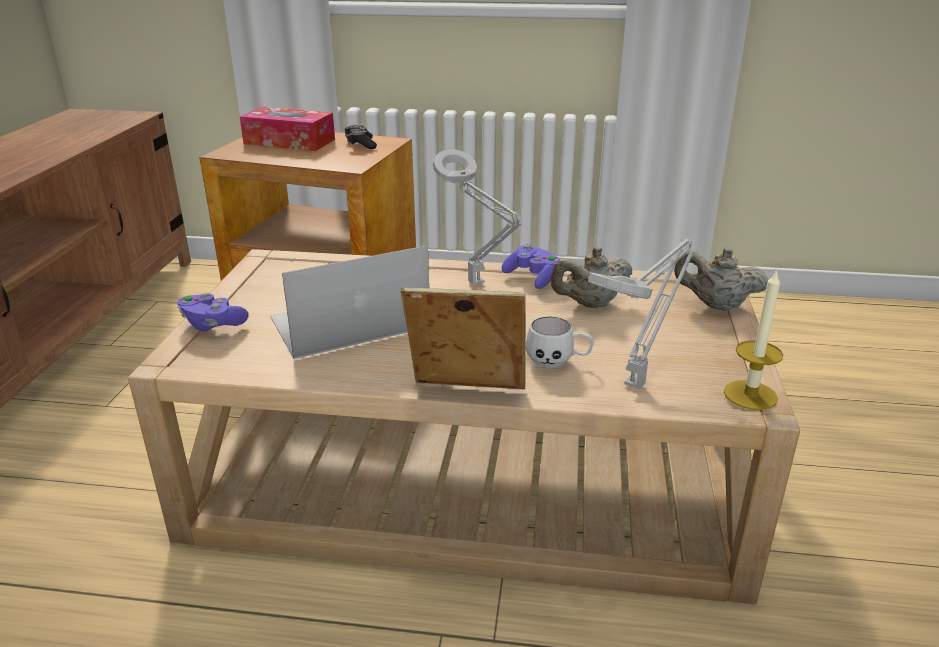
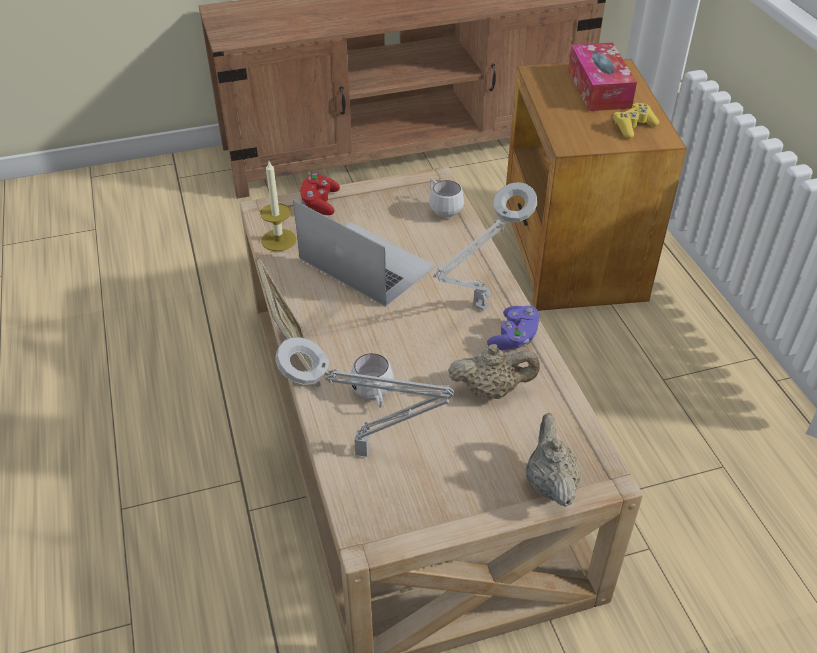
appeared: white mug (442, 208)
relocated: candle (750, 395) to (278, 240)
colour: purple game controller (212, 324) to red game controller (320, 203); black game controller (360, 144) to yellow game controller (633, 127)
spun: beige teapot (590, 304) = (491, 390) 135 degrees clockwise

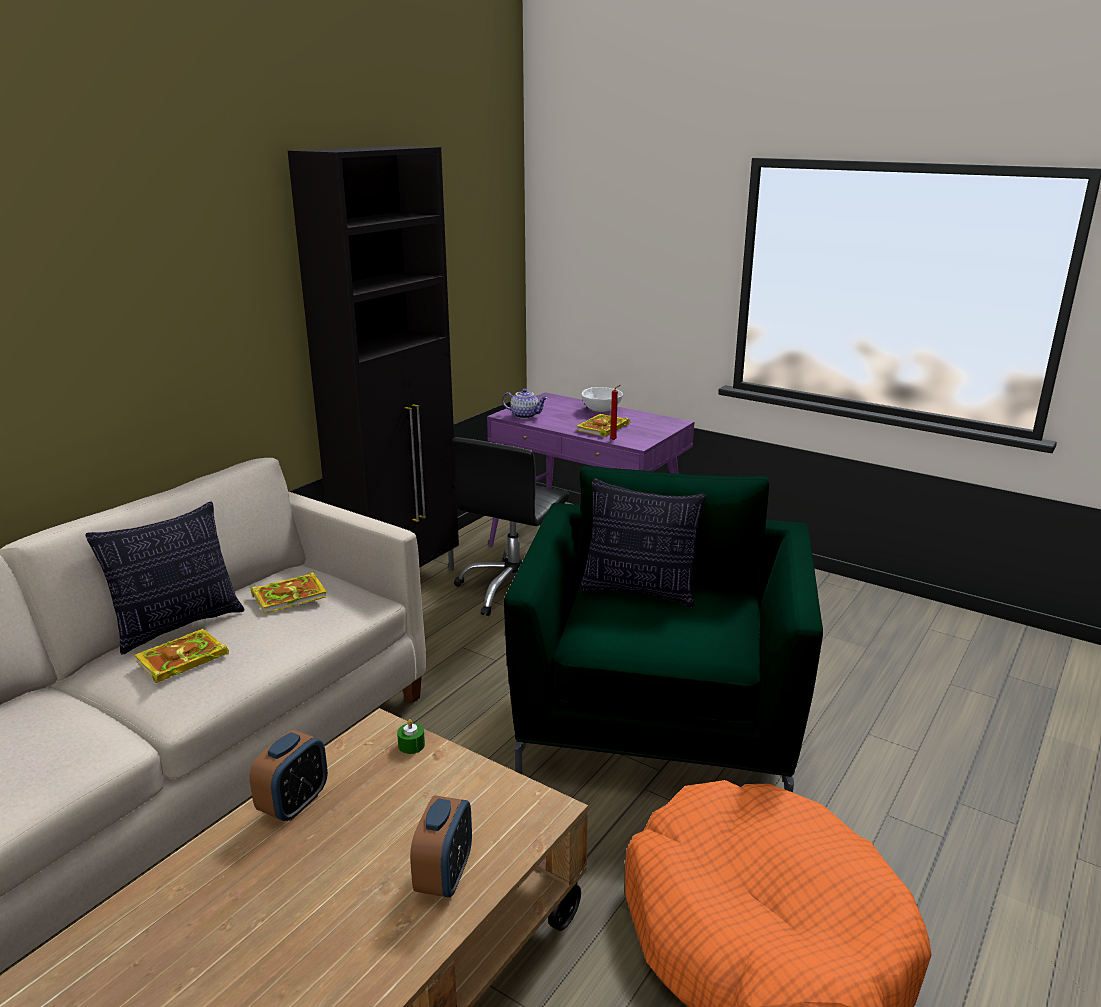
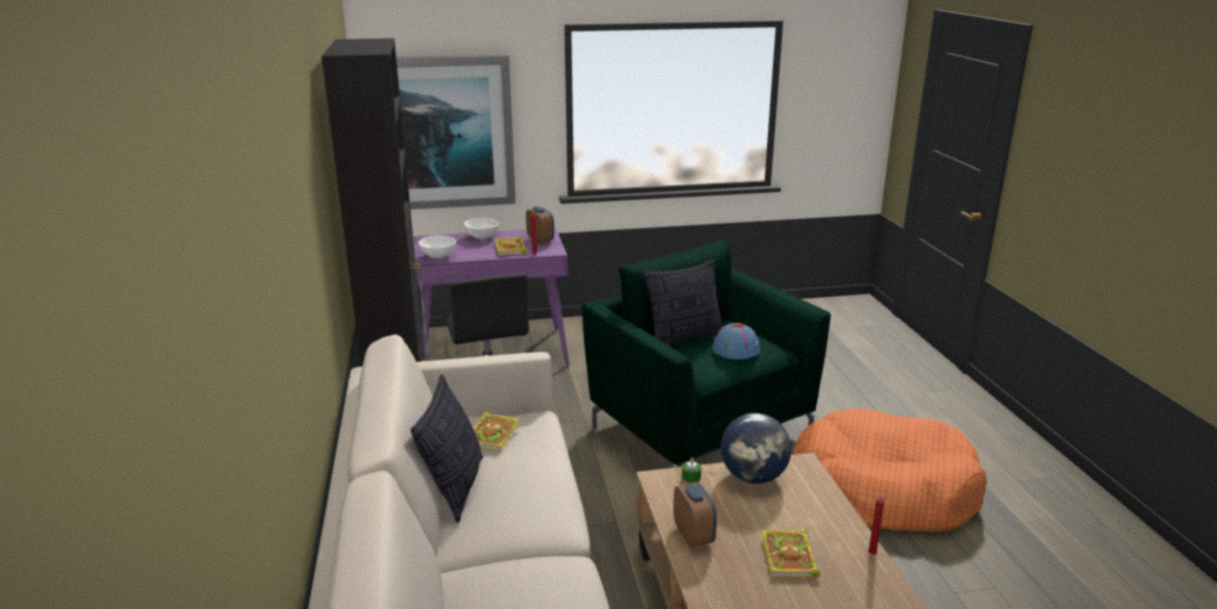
appeared: picture (447, 132); blue hat (735, 350); globe (754, 477); red candle (873, 555)
relocated: alarm clock (444, 876) to (540, 240); book (180, 660) to (790, 558)
exchanged: teapot (525, 415) to white bowl (438, 256)

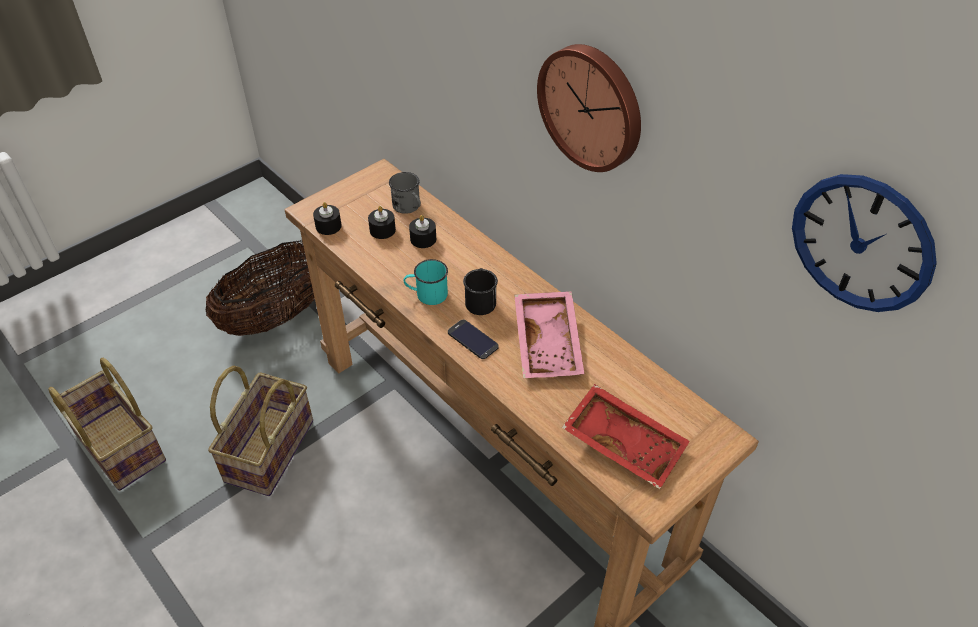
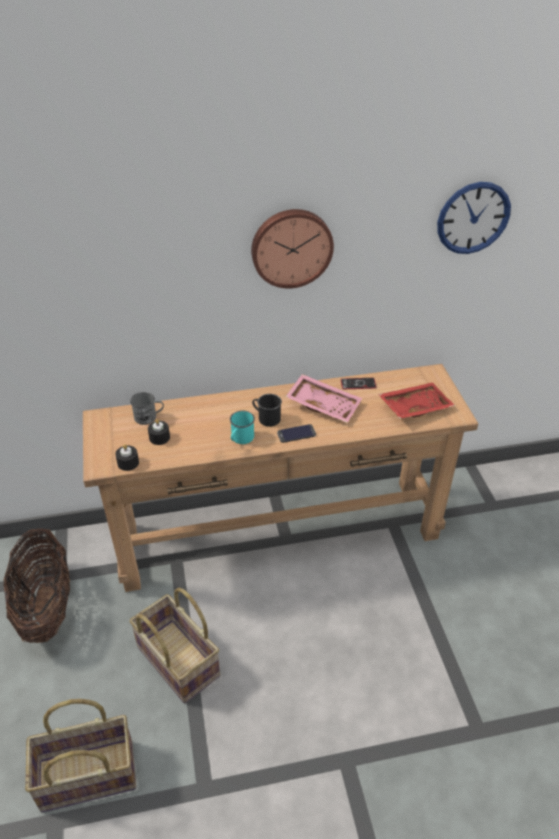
missing: black candle (423, 239)
appeared: phone (358, 384)

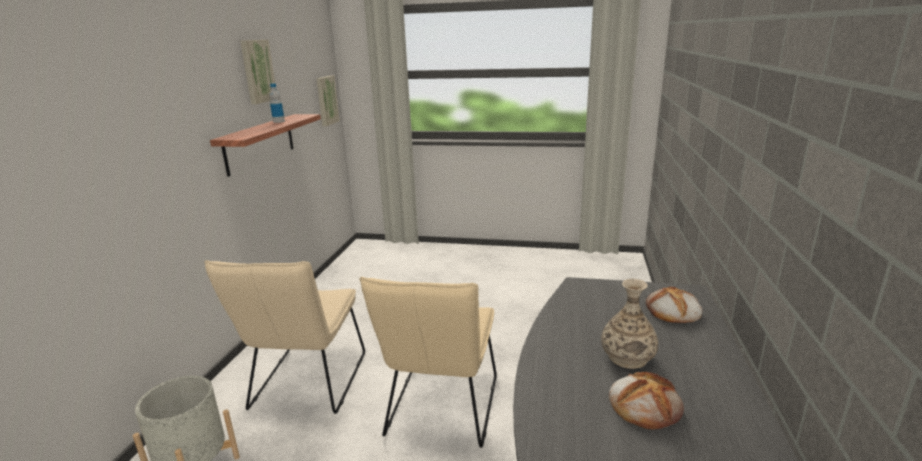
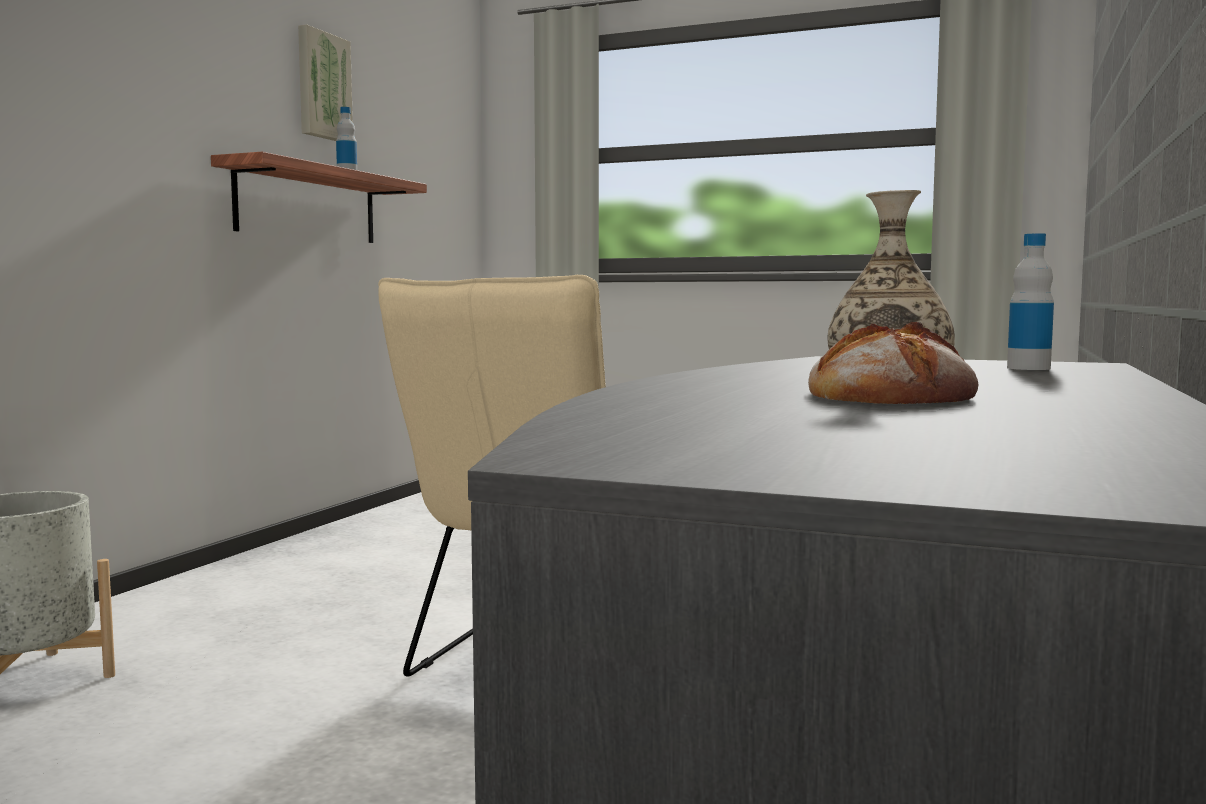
missing: beige chair (306, 386); picture (326, 100)
exchanged: bread (672, 311) to bottle (1028, 368)

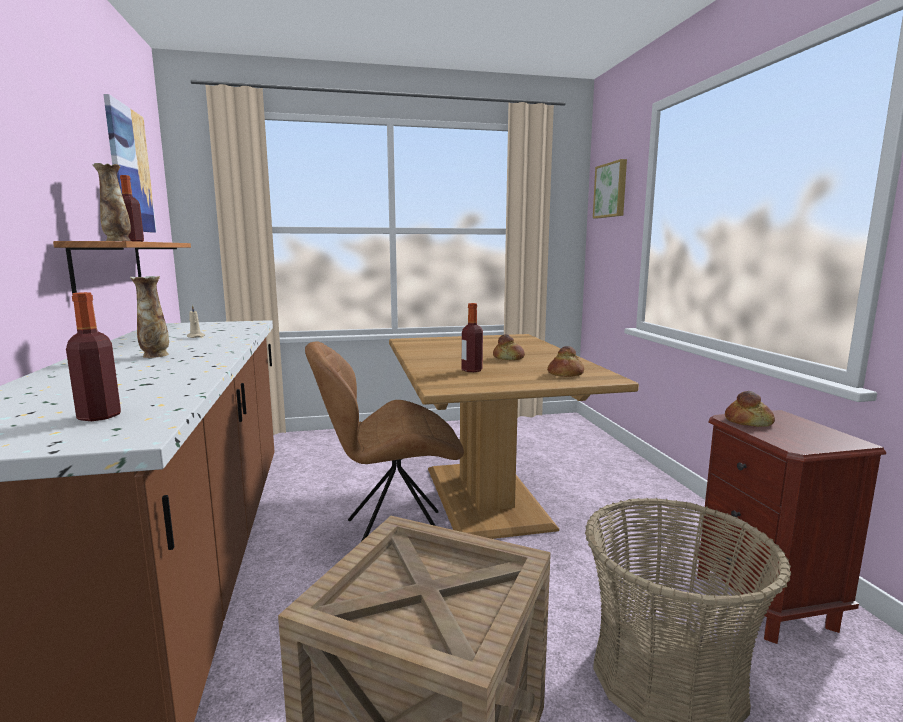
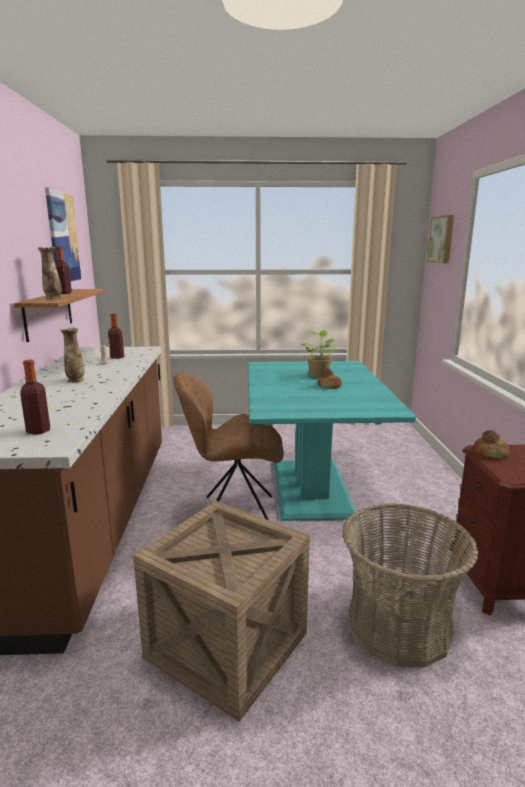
missing: bread (566, 374)
appeared: potted plant (319, 375)
relocated: bottle (472, 370) to (117, 357)
colour: brown dining table (487, 496) to turquoise dining table (312, 488)

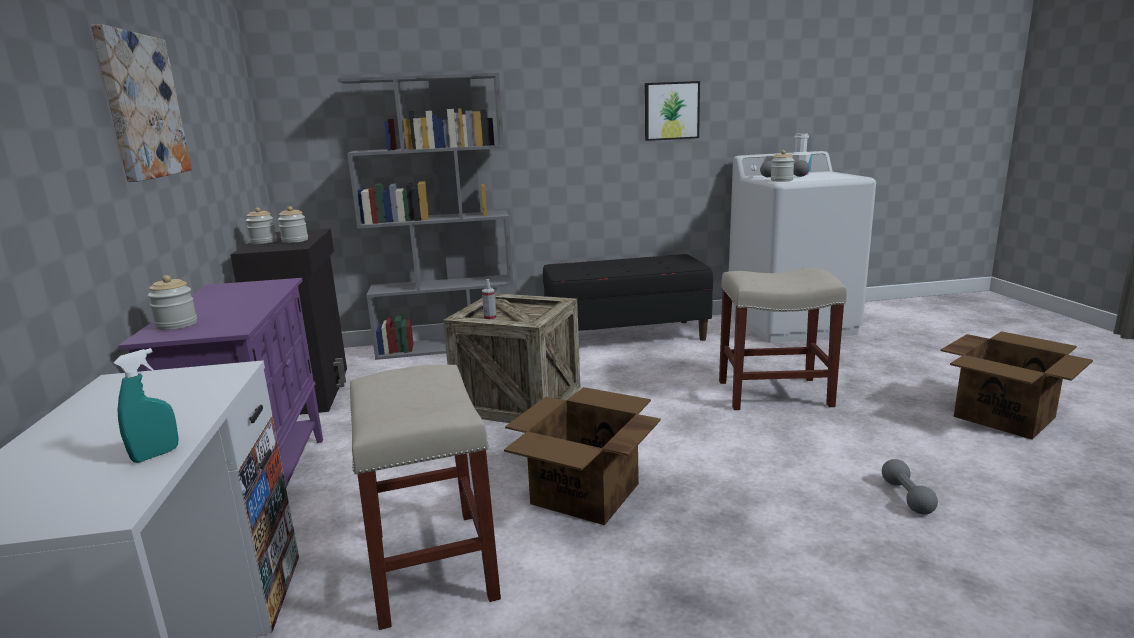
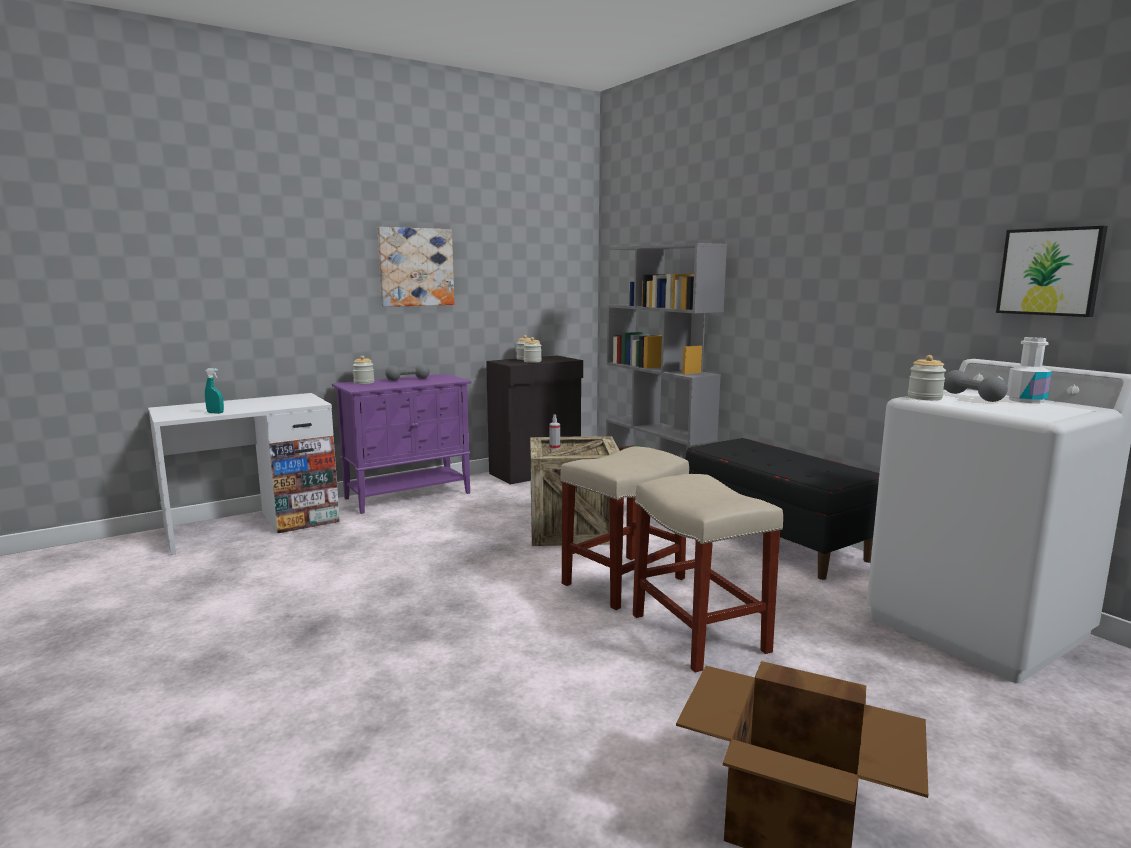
missing: cardboard box (584, 494)
relocated: grey dumbbell (907, 497) to (408, 379); beige stool (432, 566) to (622, 582); picture (671, 111) to (1050, 271)

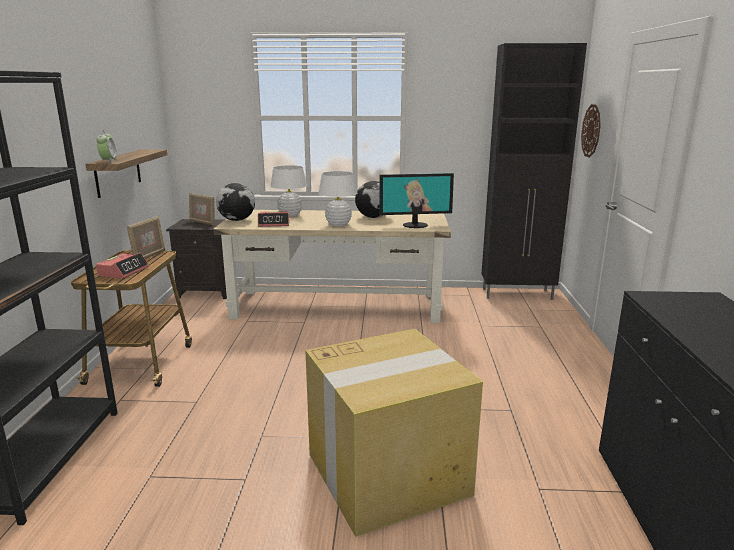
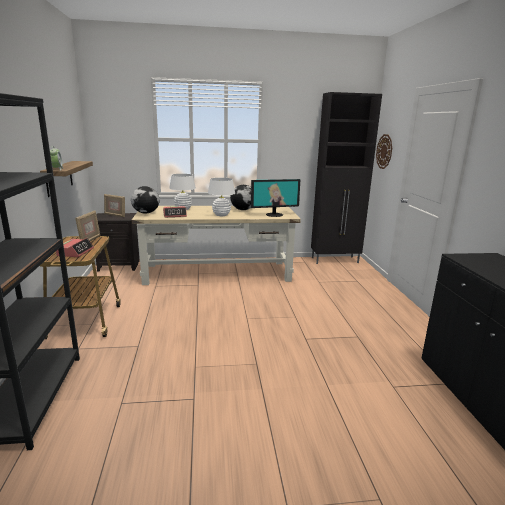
missing: cardboard box (389, 473)

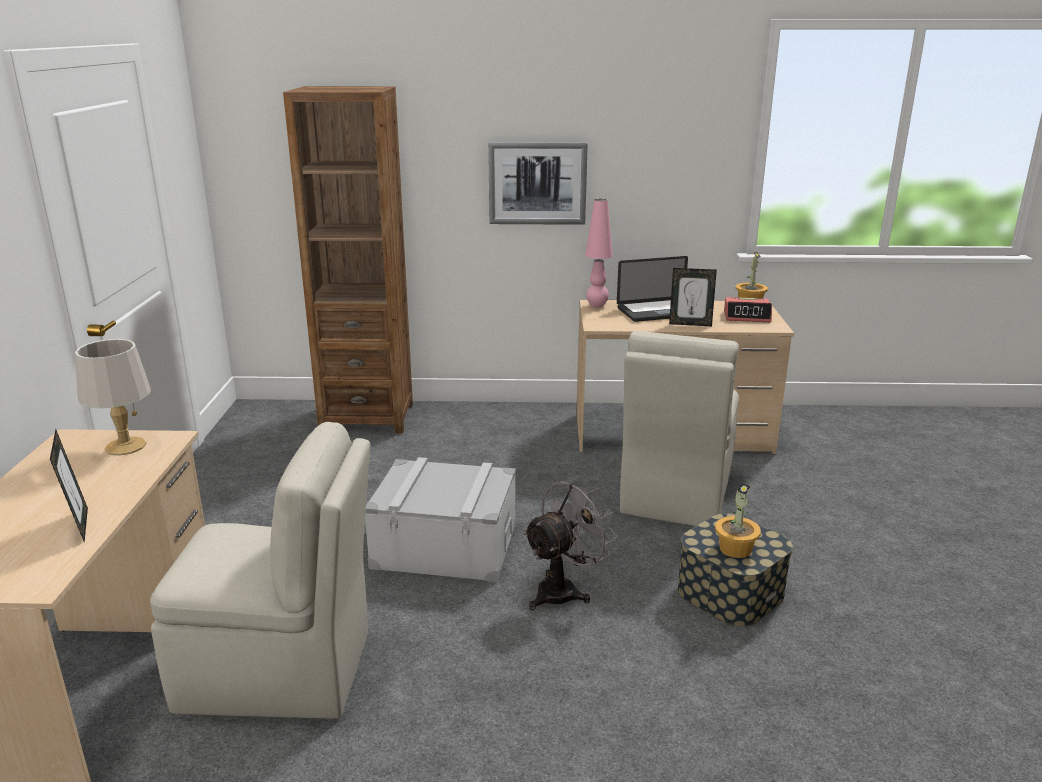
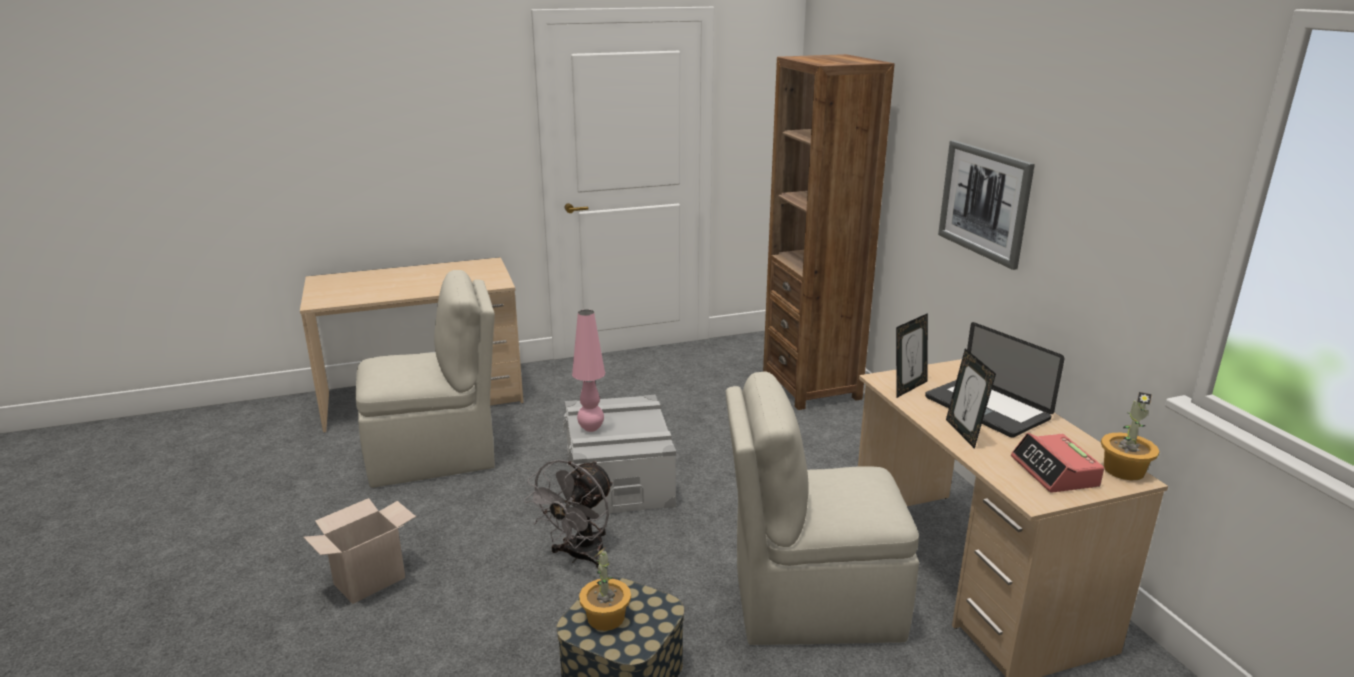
missing: grey table lamp (125, 446)
appeared: cardboard box (370, 579)
relocated: pink table lamp (597, 306) to (591, 429); picture frame (79, 526) to (908, 388)
spun: beige chair (281, 672) = (435, 455) 90 degrees counterclockwise; grey fan (564, 590) = (579, 556) 90 degrees clockwise

